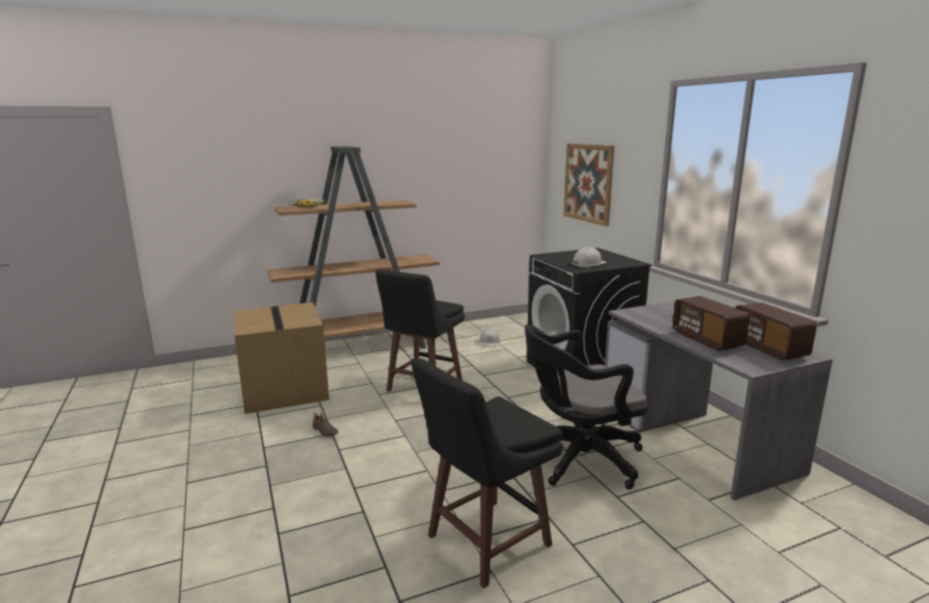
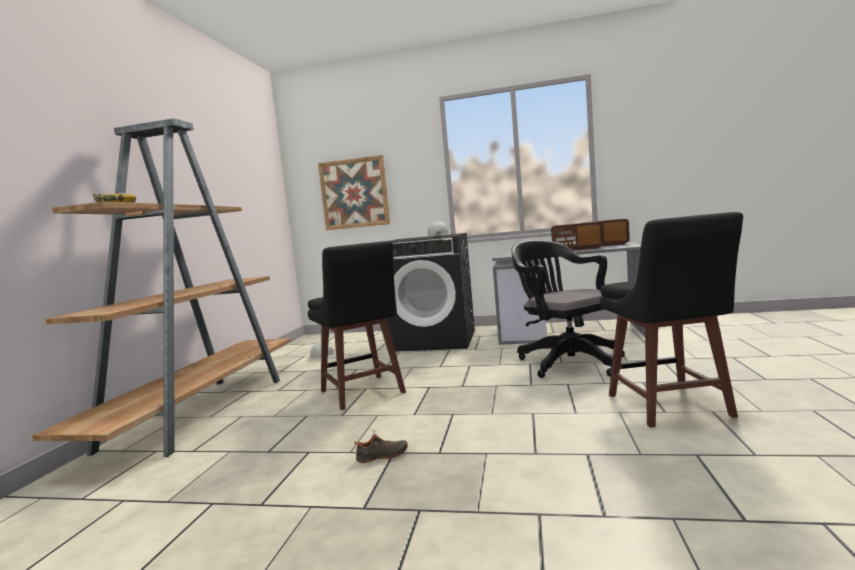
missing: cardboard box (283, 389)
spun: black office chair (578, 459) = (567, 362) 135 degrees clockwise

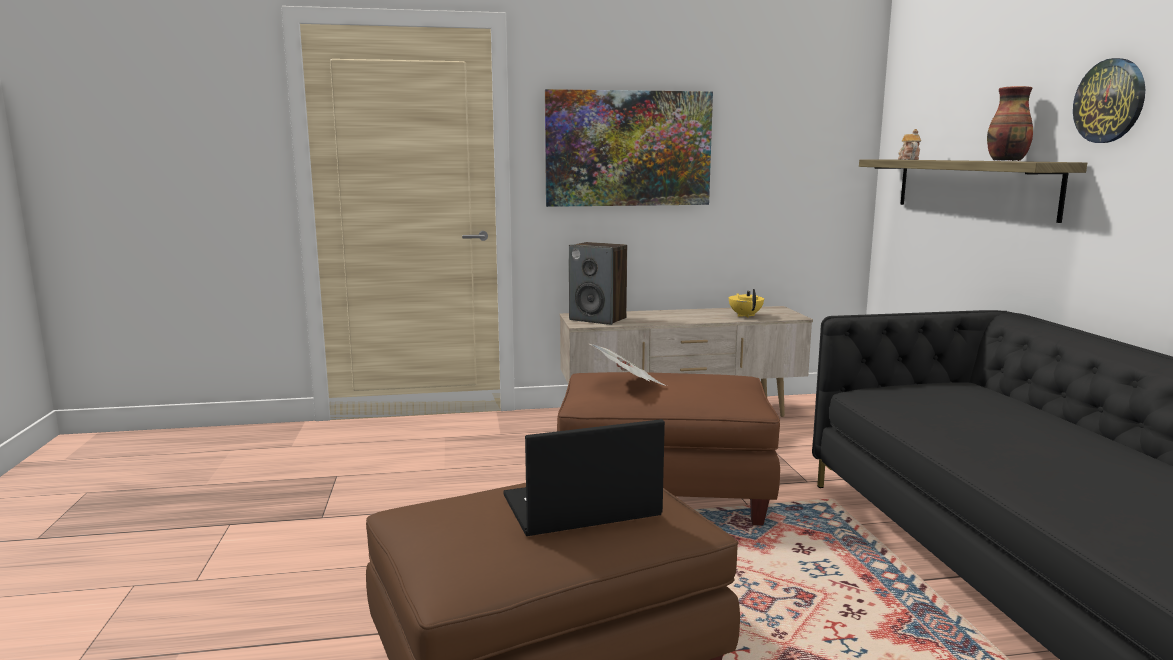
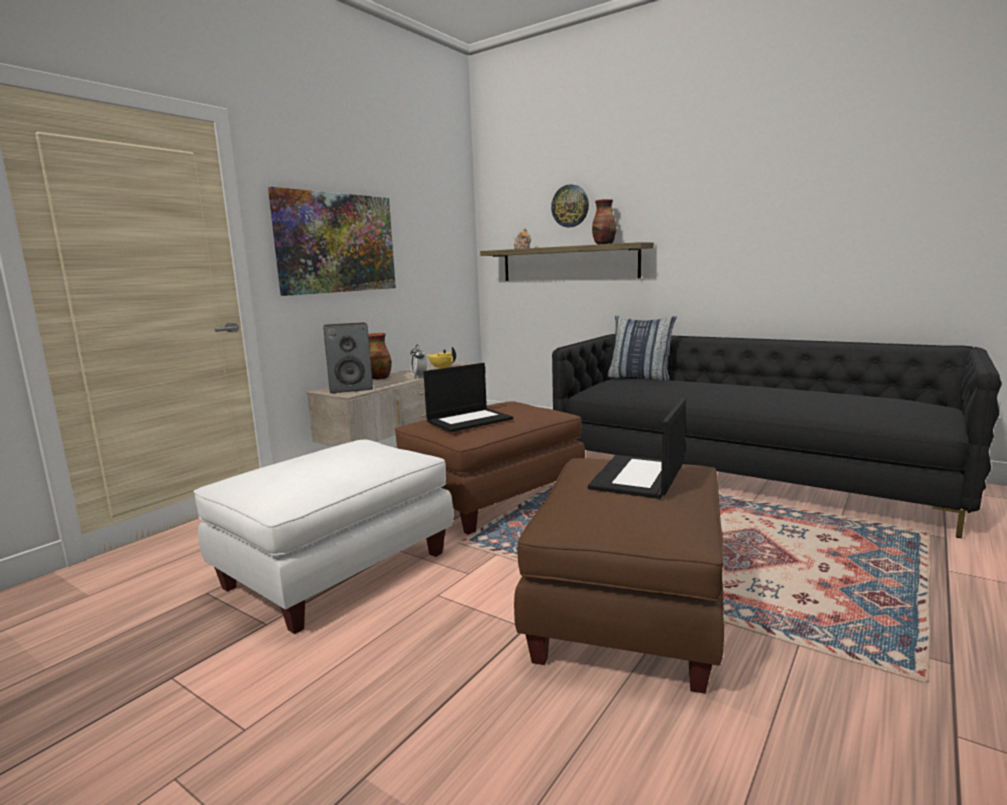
appeared: white ottoman (337, 569); vase (379, 378); alarm clock (419, 377); pillow (640, 377)
relocated: wall clock (1109, 101) to (570, 206)
exchanged: newspaper (627, 385) to laptop (469, 420)

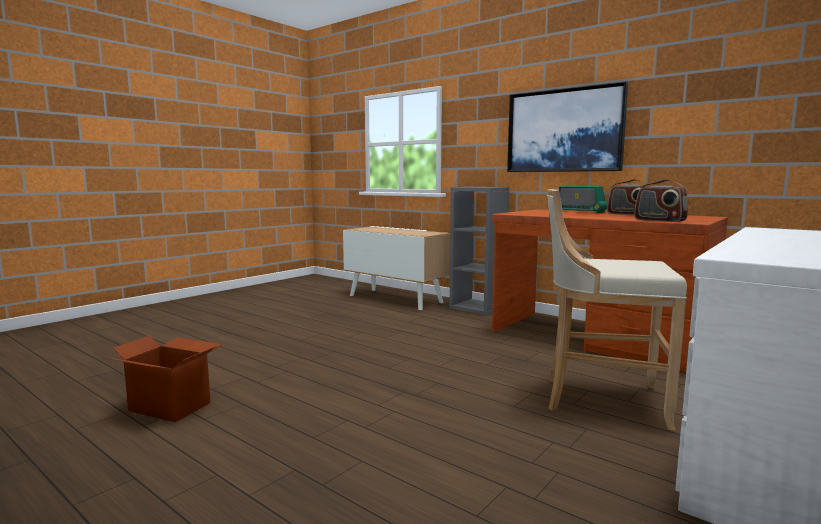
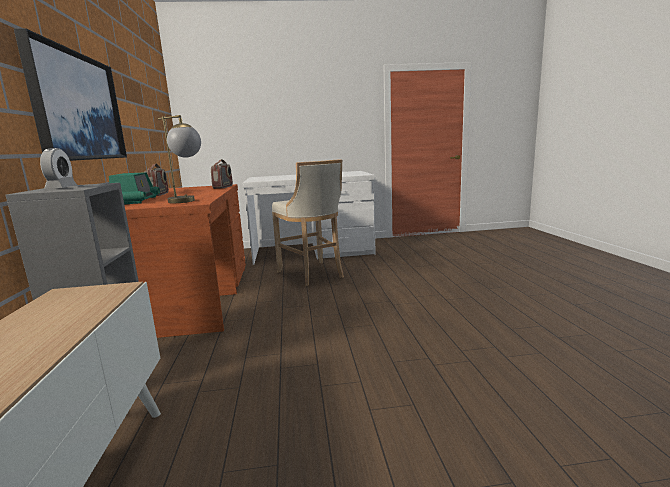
missing: cardboard box (170, 406)
appeared: alarm clock (61, 188); table lamp (188, 201)

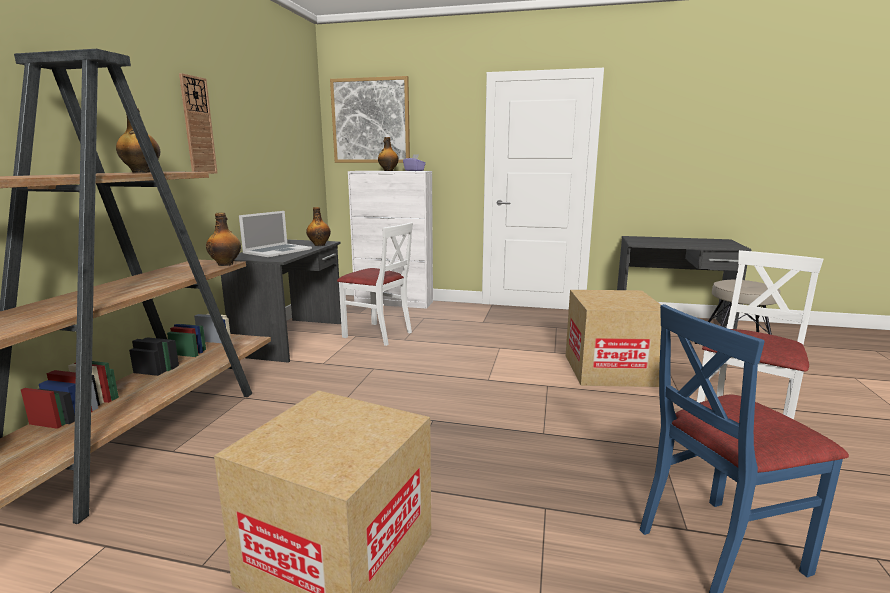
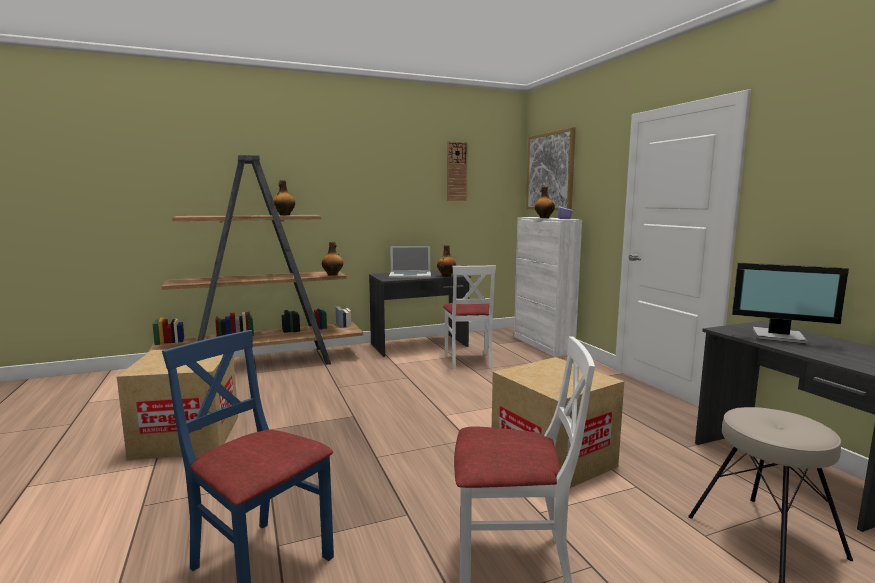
appeared: monitor (779, 336)
relocated: wall clock (198, 126) to (456, 171)

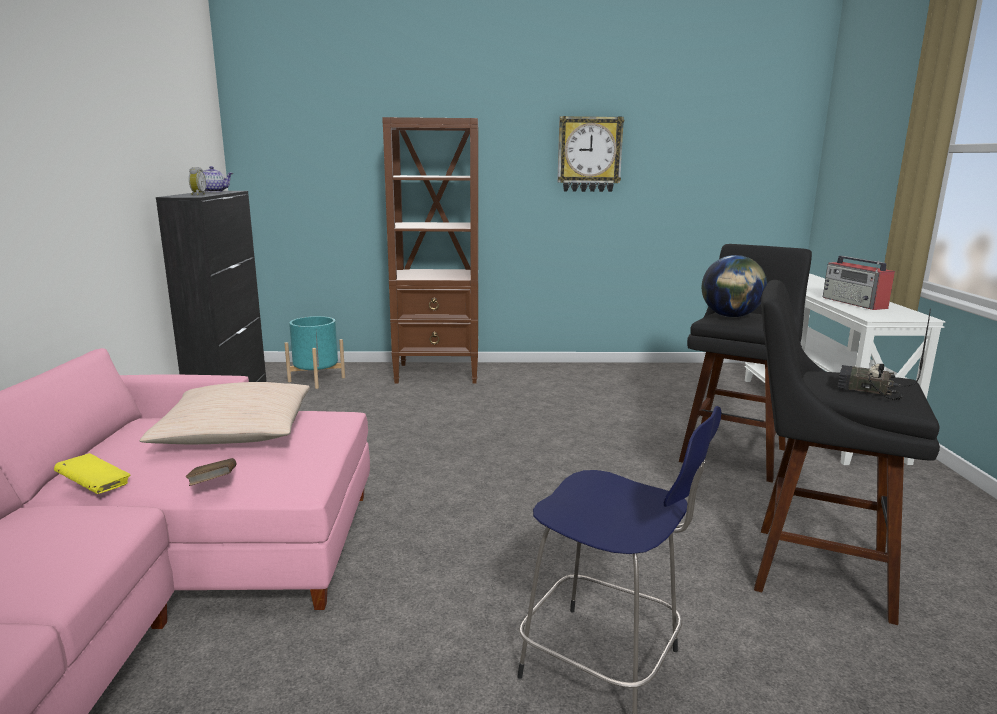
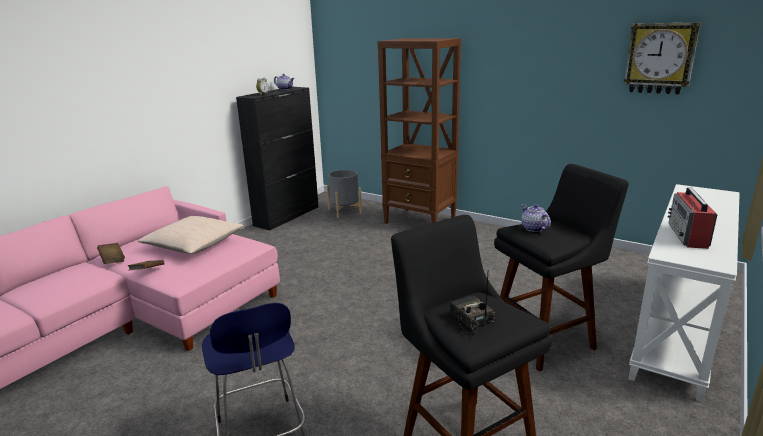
relocated: wall clock (589, 154) to (660, 58)
exchanged: globe (730, 316) to teapot (533, 228)
colour: yellow book (95, 487) to brown book (112, 260); turquoise planter (316, 379) to grey planter (345, 211)

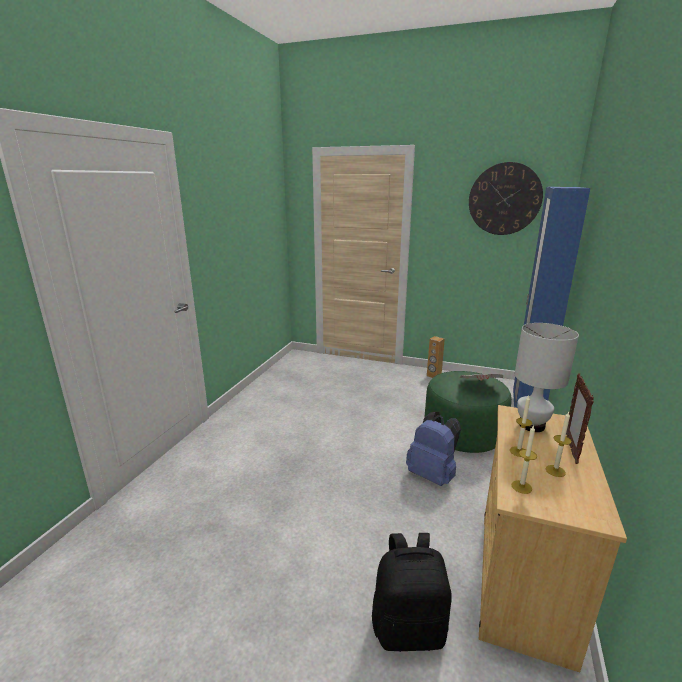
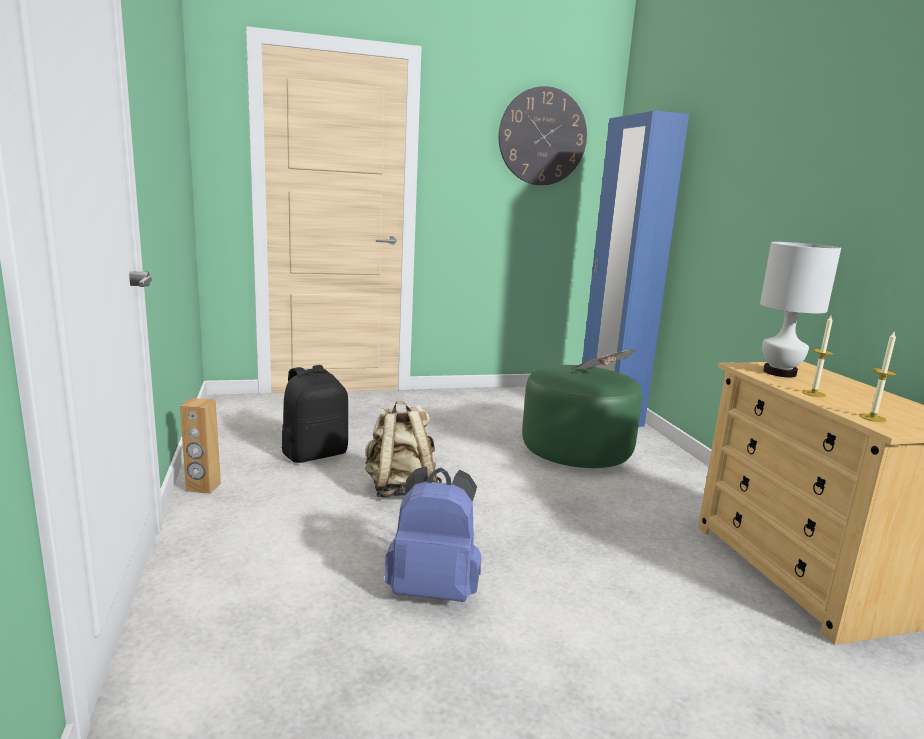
missing: candle (555, 471); picture frame (571, 448)
appeared: beige backpack (400, 489)
relocated: brown speaker (433, 376) to (203, 487); black backpack (409, 627) to (315, 454); blue backpack (432, 475) to (434, 589)

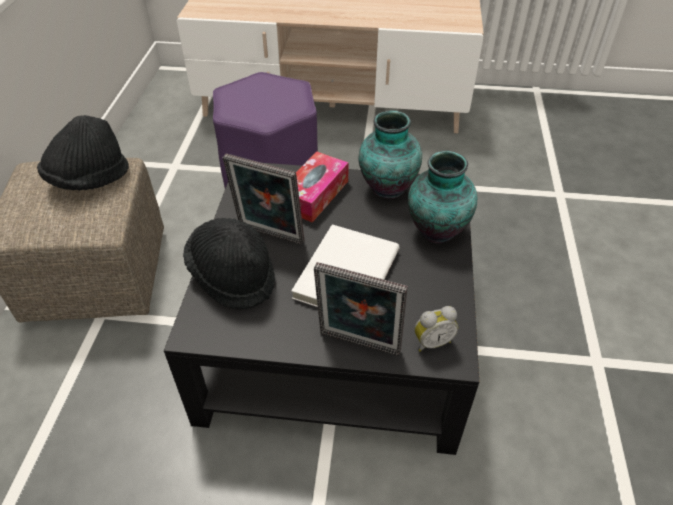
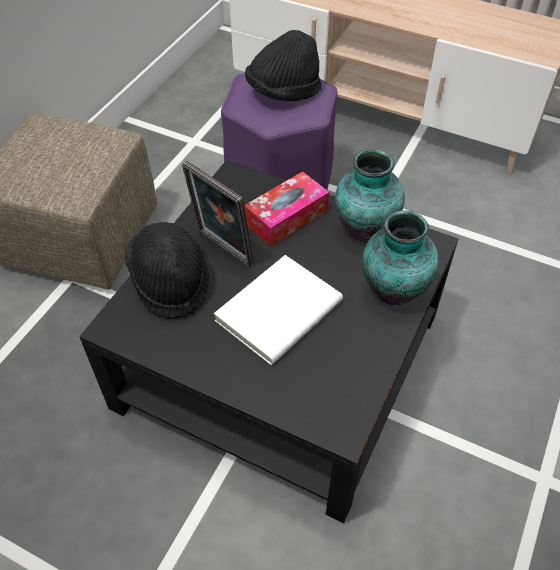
missing: picture frame (358, 346); alarm clock (432, 341)
relocated: black hat (89, 179) to (283, 92)

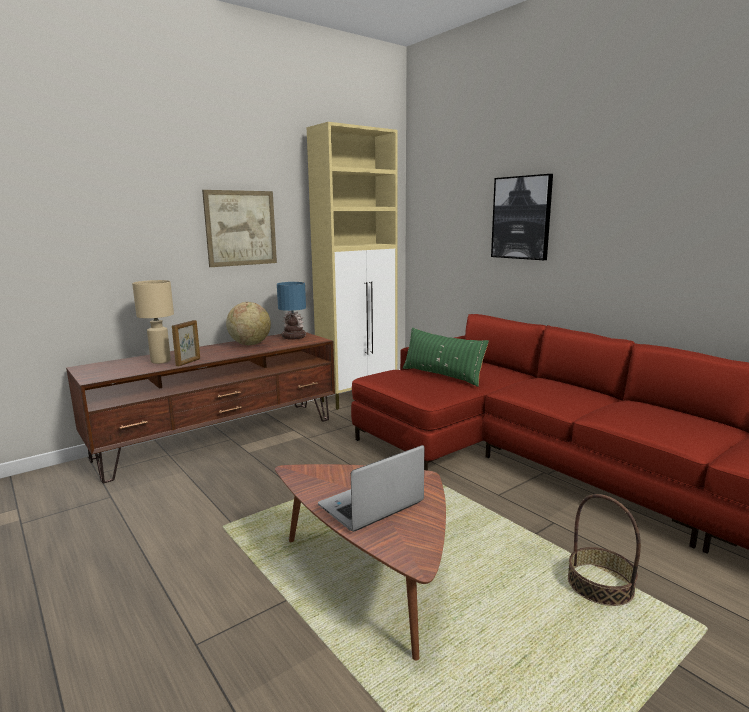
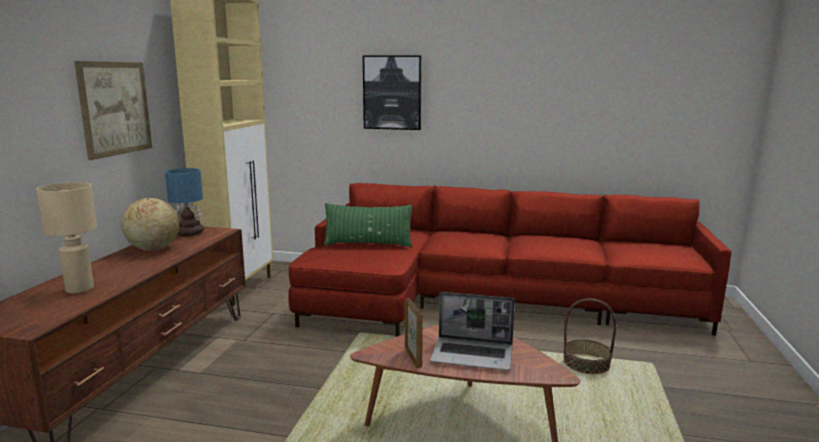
relocated: picture frame (188, 362) to (413, 357)
spun: laptop (370, 506) = (473, 355) 90 degrees counterclockwise

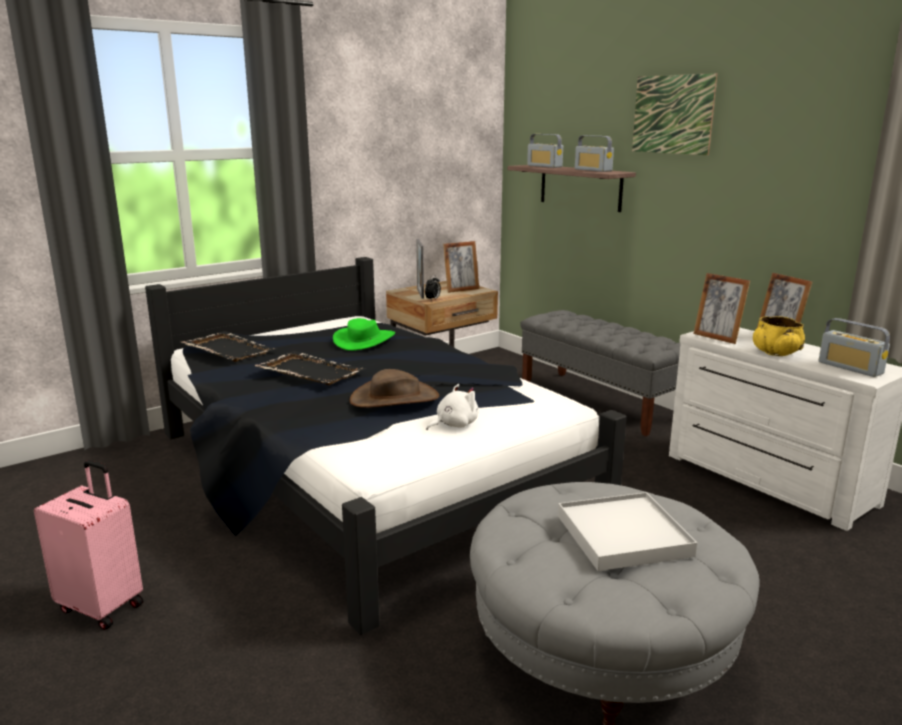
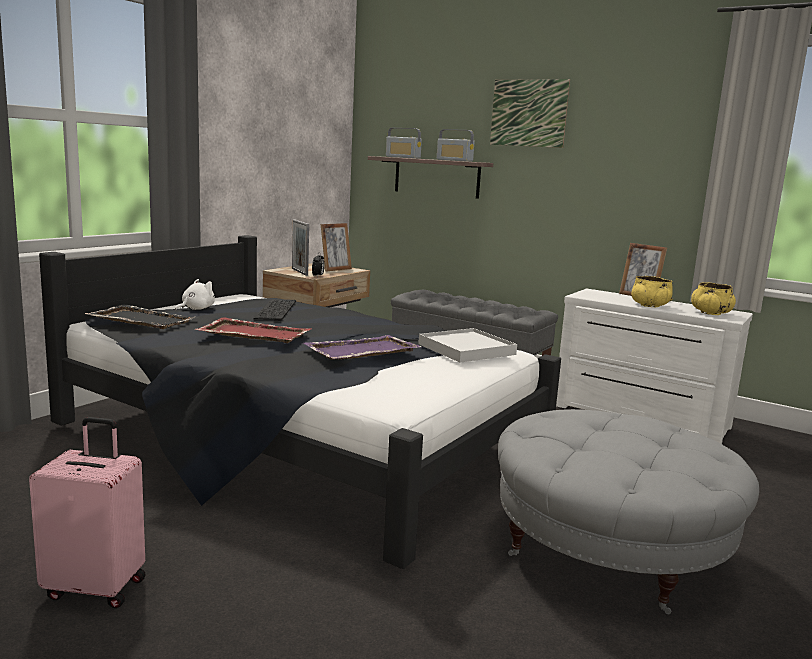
missing: picture frame (717, 337)
relocated: white plush toy (454, 425) to (196, 309); white tray (623, 535) to (467, 349)
exchanged: green hat (364, 340) to keyboard (277, 310); brown hat (394, 398) to purple tray (361, 351); radio (850, 368) to yellow bowl (711, 313)
colour: black tray (309, 371) to red tray (253, 334)

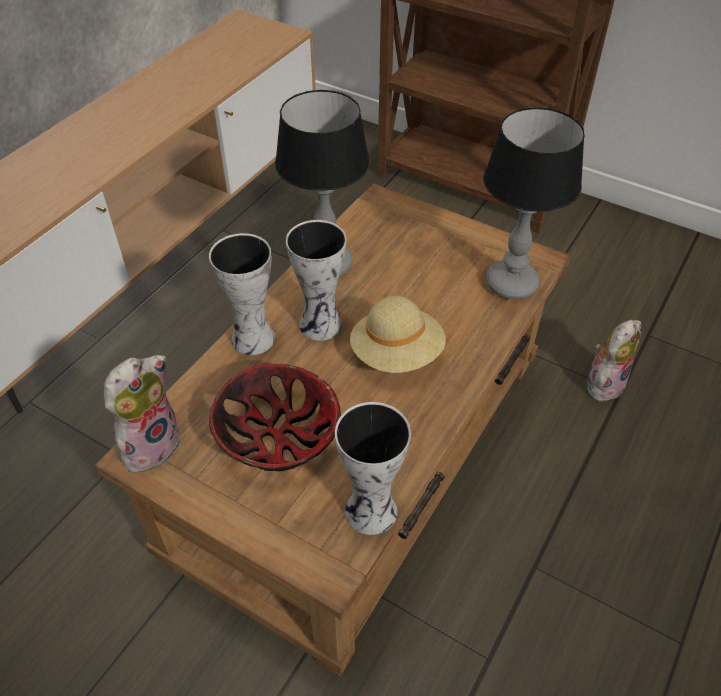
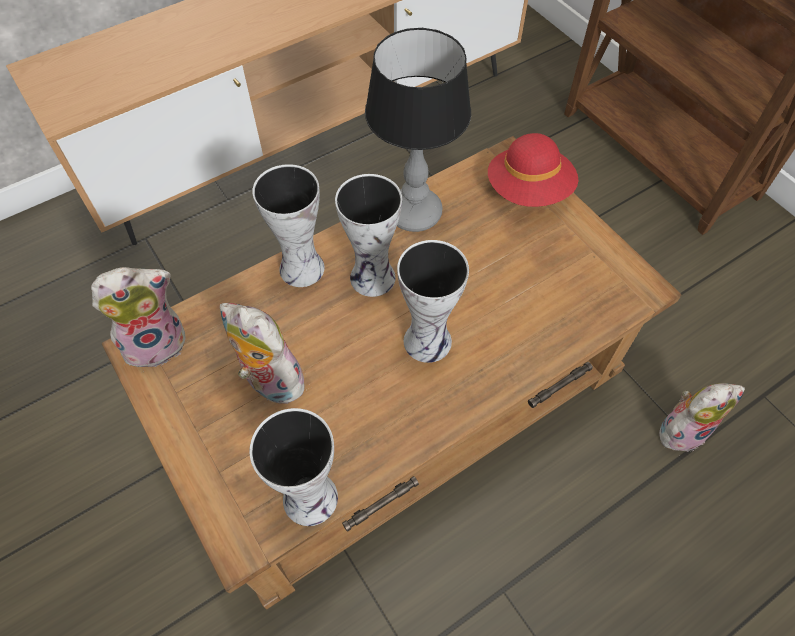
missing: table lamp (510, 284)
appeared: red hat (529, 190)
exchanged: bowl (279, 436) to plush toy (270, 381); beige hat (397, 354) to vase (429, 339)

